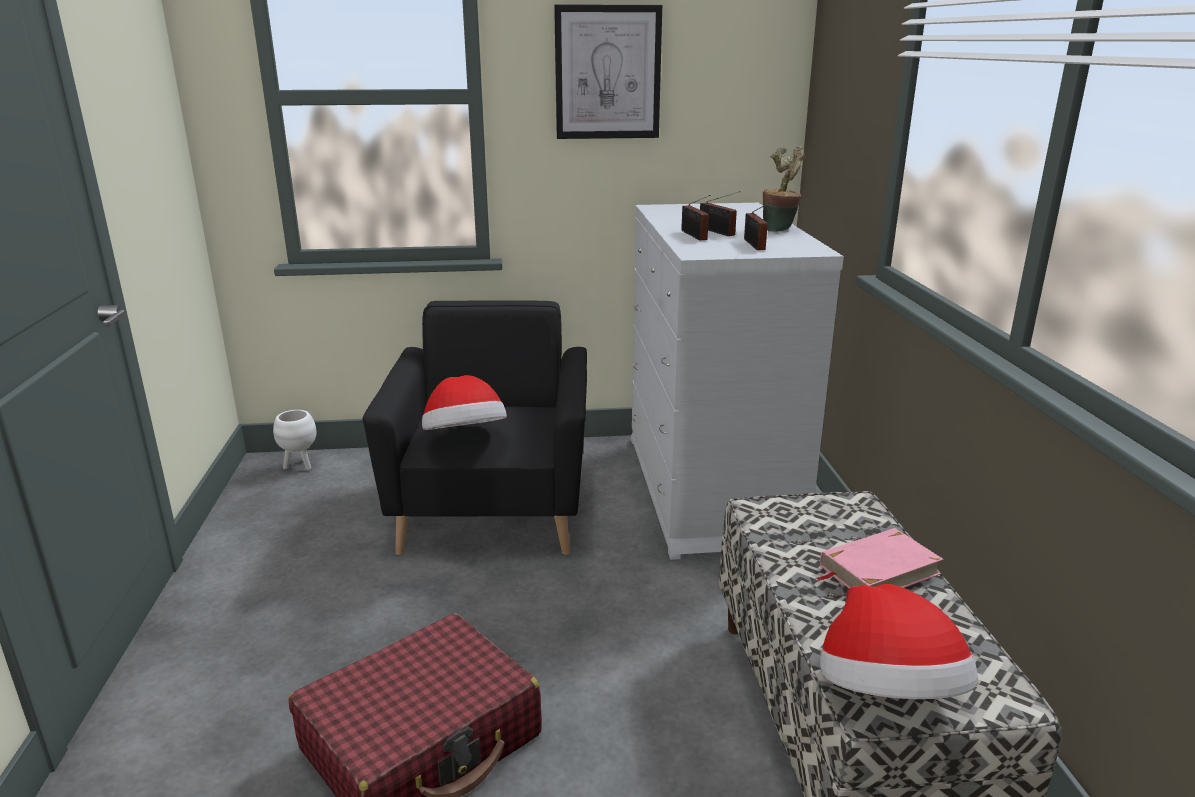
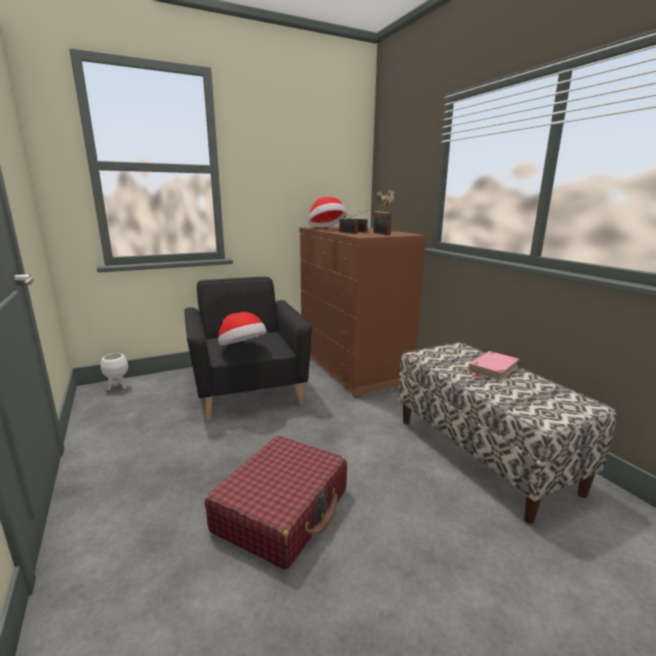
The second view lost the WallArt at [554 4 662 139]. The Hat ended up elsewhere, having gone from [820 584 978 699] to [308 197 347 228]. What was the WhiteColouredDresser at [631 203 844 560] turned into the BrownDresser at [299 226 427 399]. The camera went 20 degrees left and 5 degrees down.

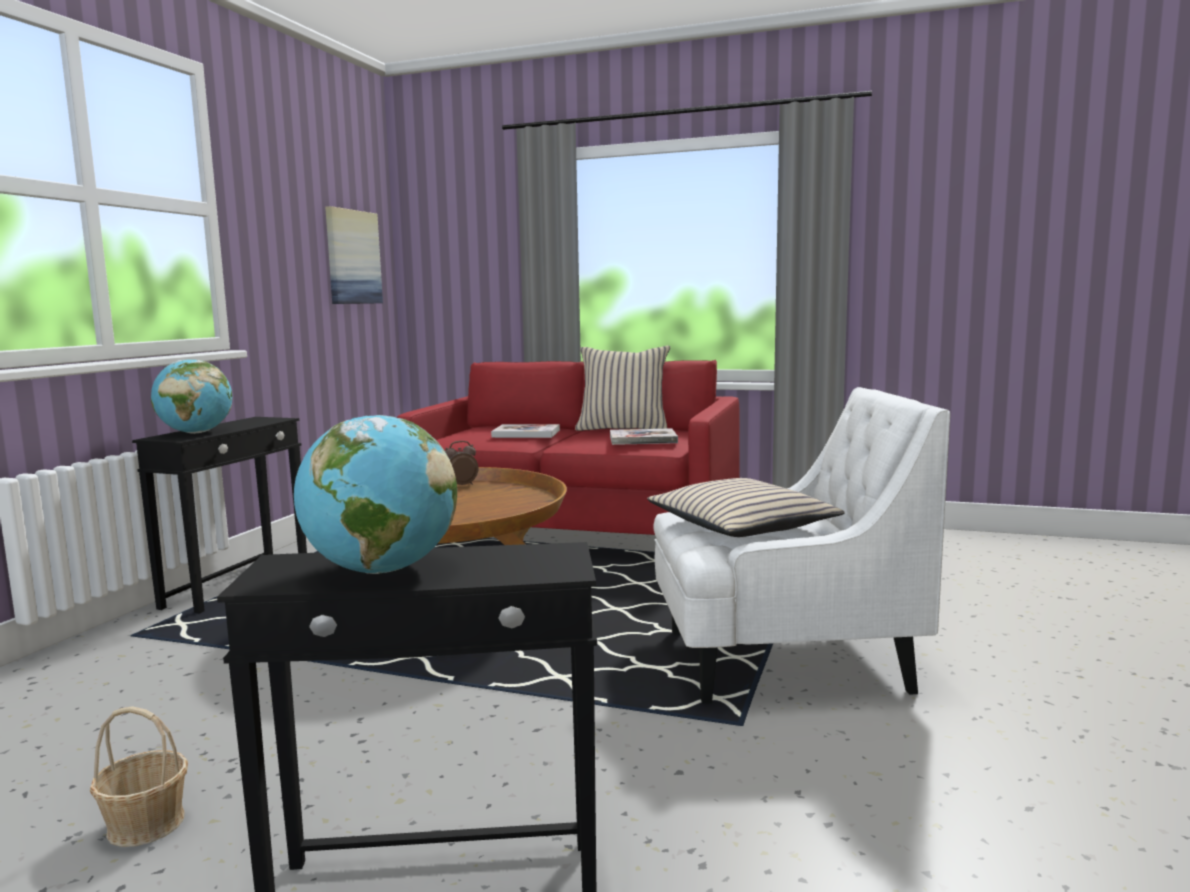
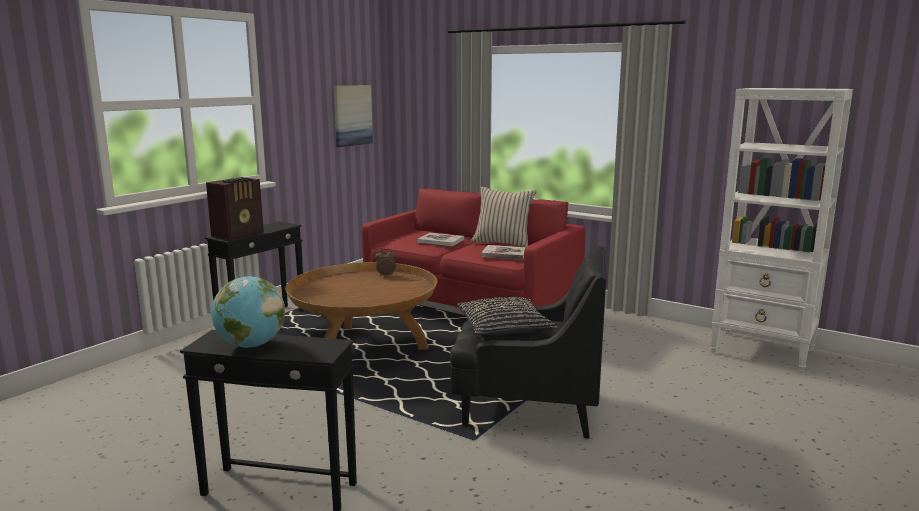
The second view lost the StorageBasket at [90 706 188 847]. The second view gained the WhiteColouredShelvingUnit at [711 88 853 373]. Where the WorldGlobe stood at [151 359 232 434], the Radio came to stand at [206 177 264 240]. What was the SandColouredPillow at [647 478 845 537] turned into the BlackPillow at [457 297 557 336]. What was the WhiteColouredLoungeChair at [653 387 950 704] turned into the BlackLoungeChair at [450 246 606 439]. The camera went 15 degrees right and 5 degrees up.

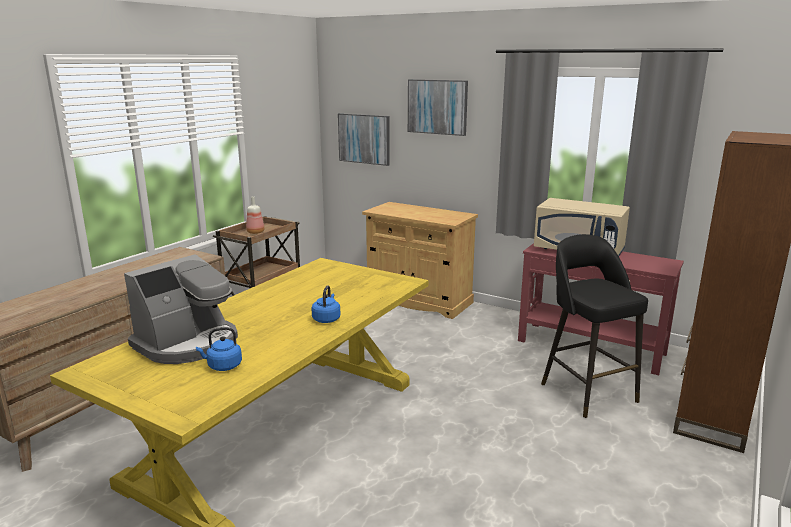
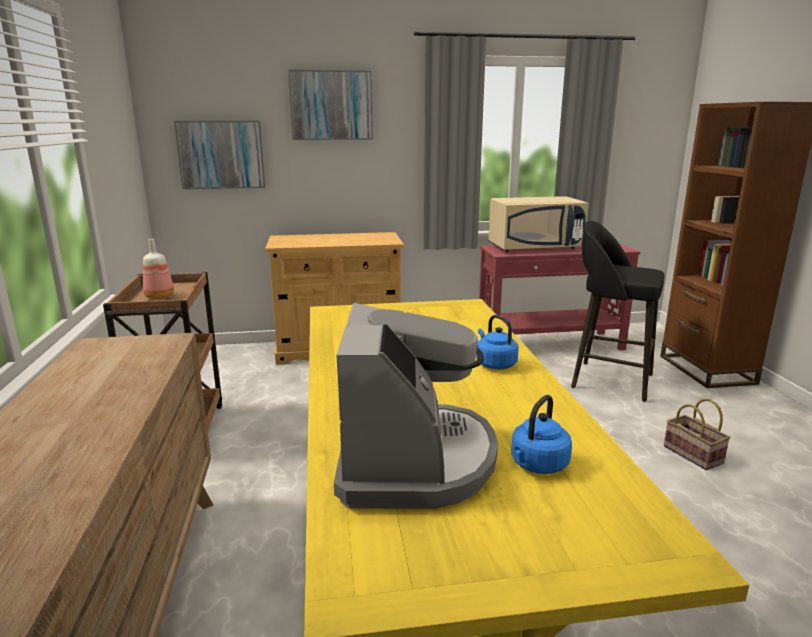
The second view gained the StorageBasket at [664 398 731 470]. The camera went 40 degrees left and 0 degrees up.

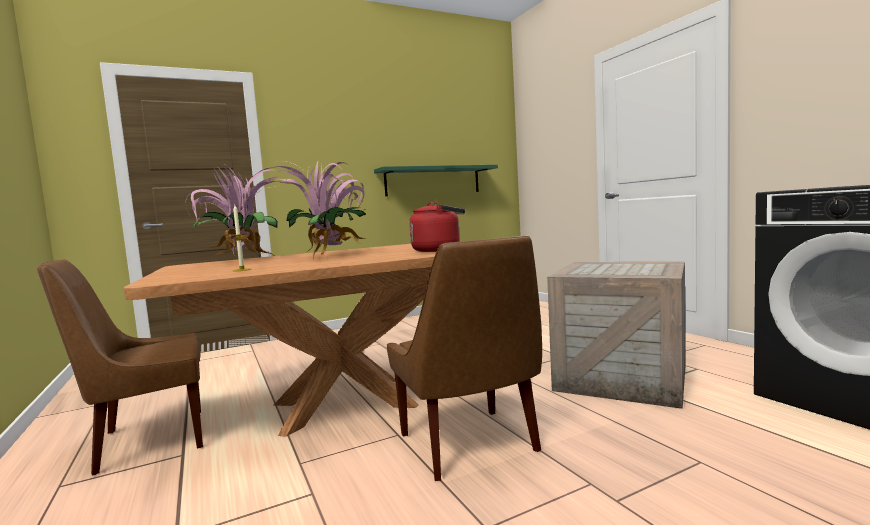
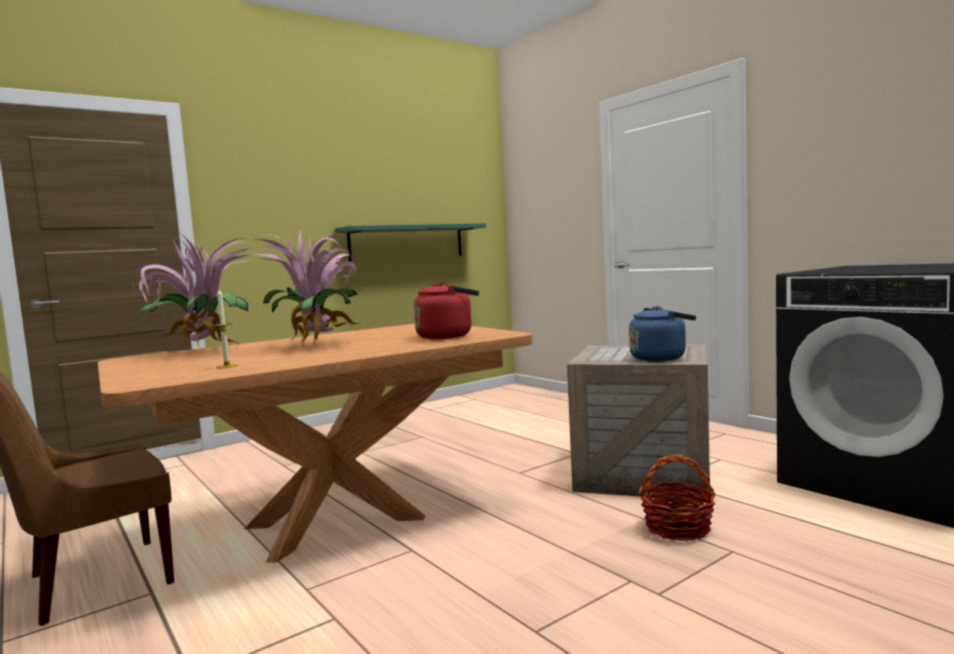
The second view lost the BrownChair at [387 235 542 481]. The second view gained the BluishKettle at [629 306 696 361]. The second view gained the StorageBasket at [638 454 716 541]. The camera went 10 degrees left and 0 degrees up.

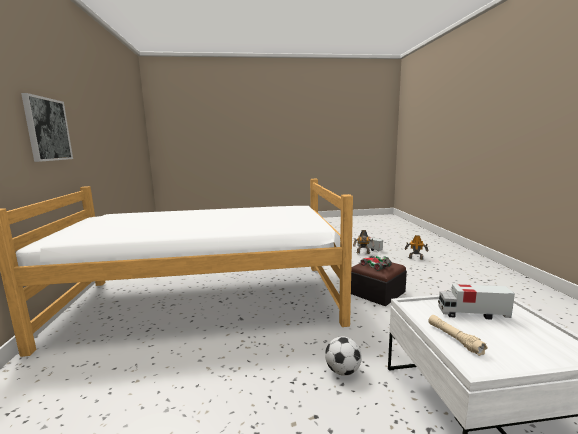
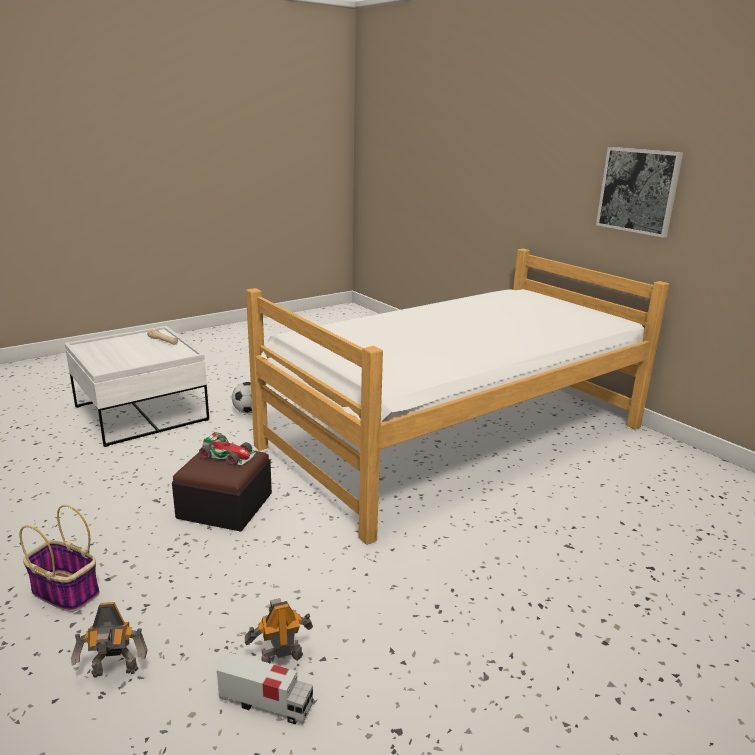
The second view lost the ToyTruck at [438 284 515 320]. The second view gained the StorageBasket at [19 505 100 612]. The camera went 150 degrees right and 10 degrees up.

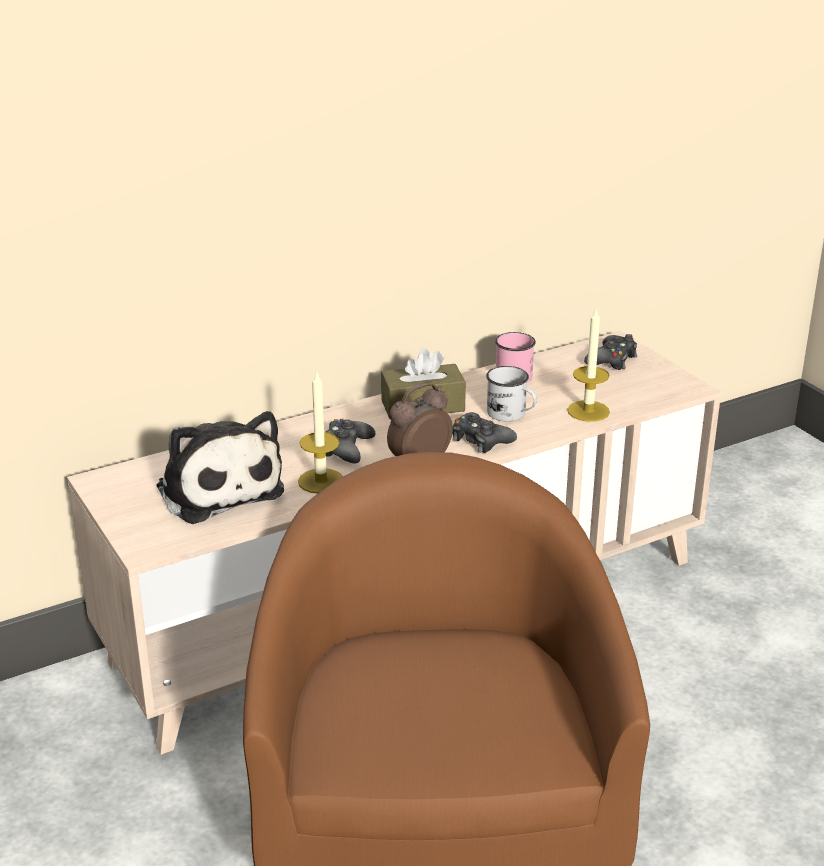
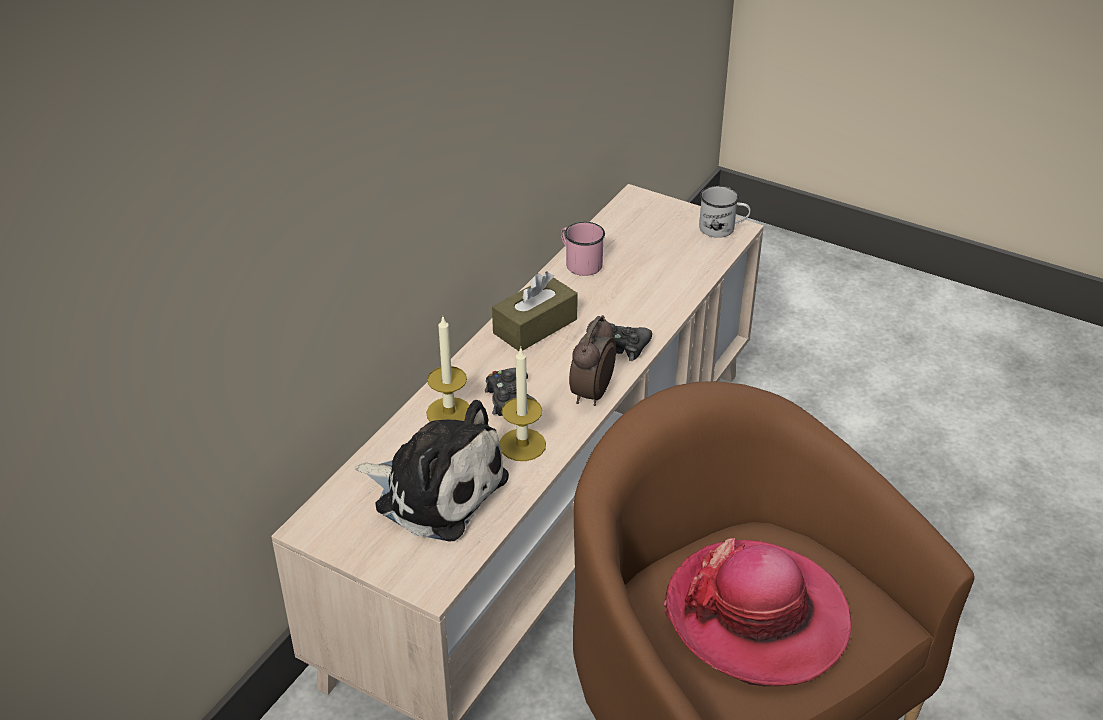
The second view lost the BlackJoypad at [584 334 637 370]. The second view gained the Hat at [664 538 851 686]. The WhiteColouredCoffeeMug ended up elsewhere, having gone from [486 366 537 422] to [699 186 751 238]. The WaxLight ended up elsewhere, having gone from [567 307 610 422] to [426 317 470 422]. The camera went 30 degrees left and 10 degrees up.

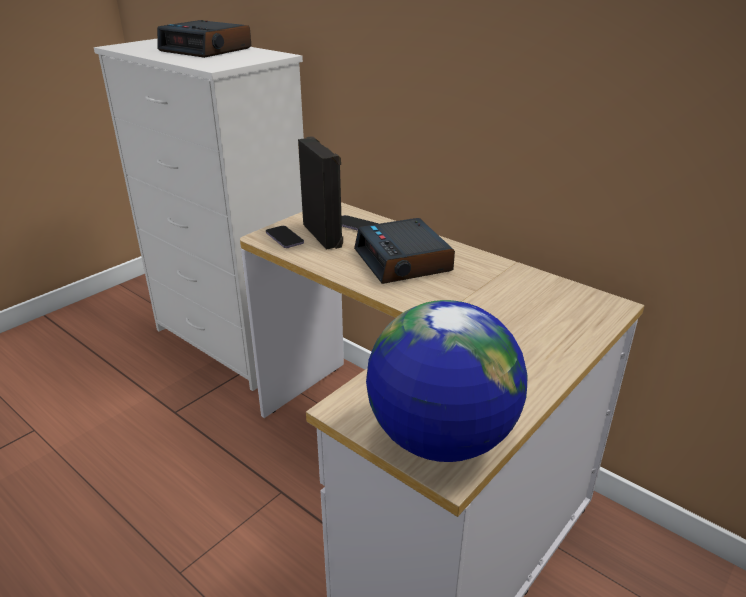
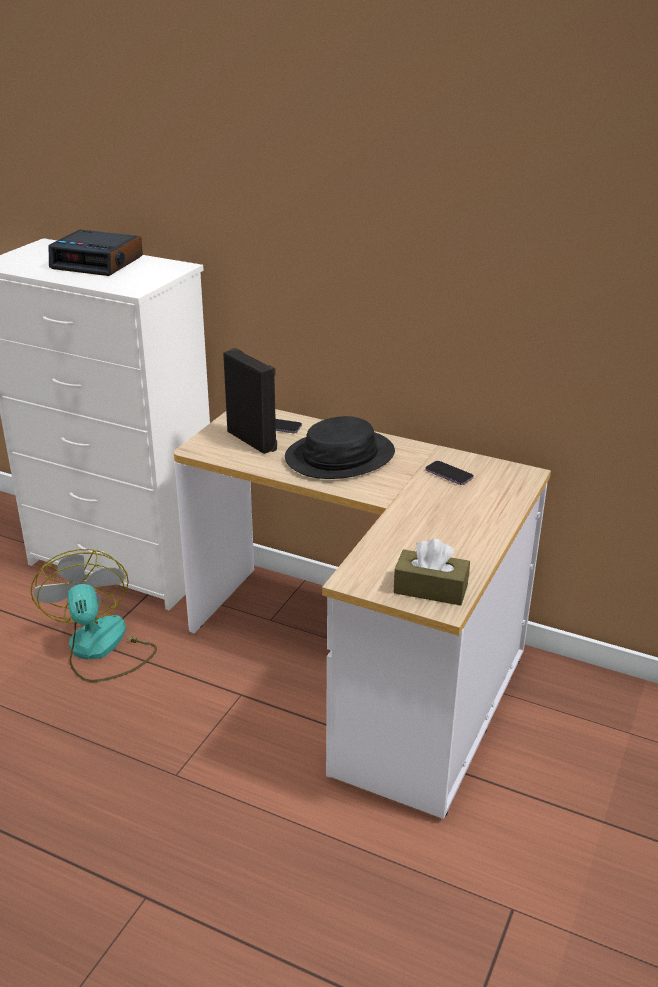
The second view gained the CoolingFan at [31 549 157 682]. The Handset ended up elsewhere, having gone from [266 226 304 248] to [425 461 474 485]. Where the TableClock stood at [354 218 455 284], the BlackHat came to stand at [285 416 395 479]. Where the WorldGlobe stood at [366 300 528 462], the BrownTissueBox came to stand at [393 539 470 606]. The camera went 15 degrees left and 0 degrees up.

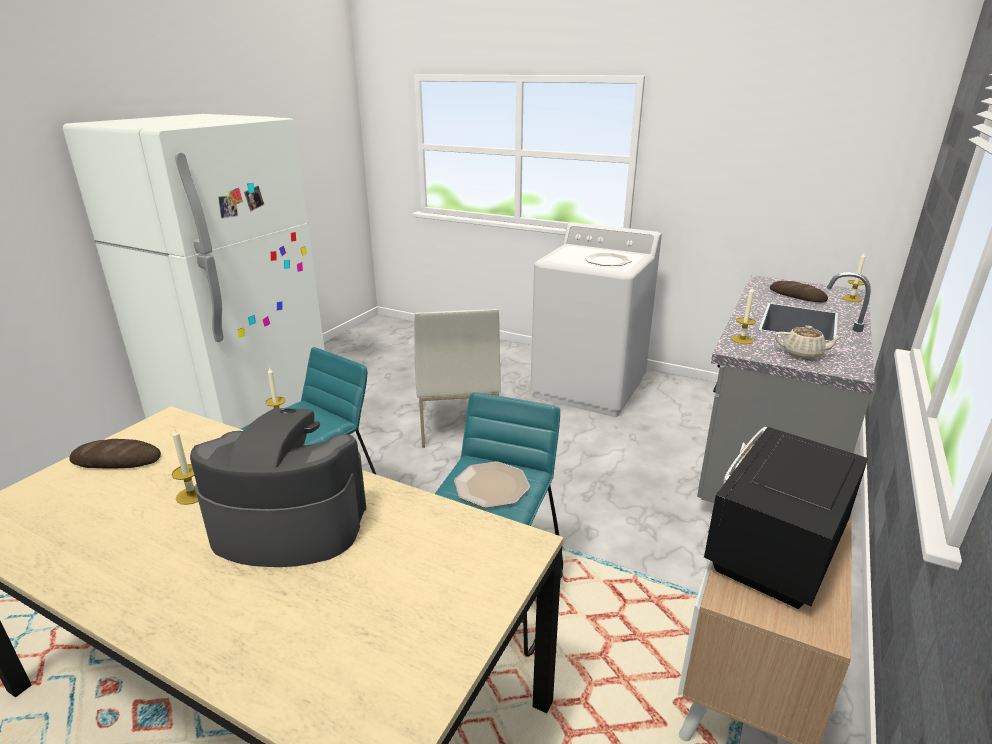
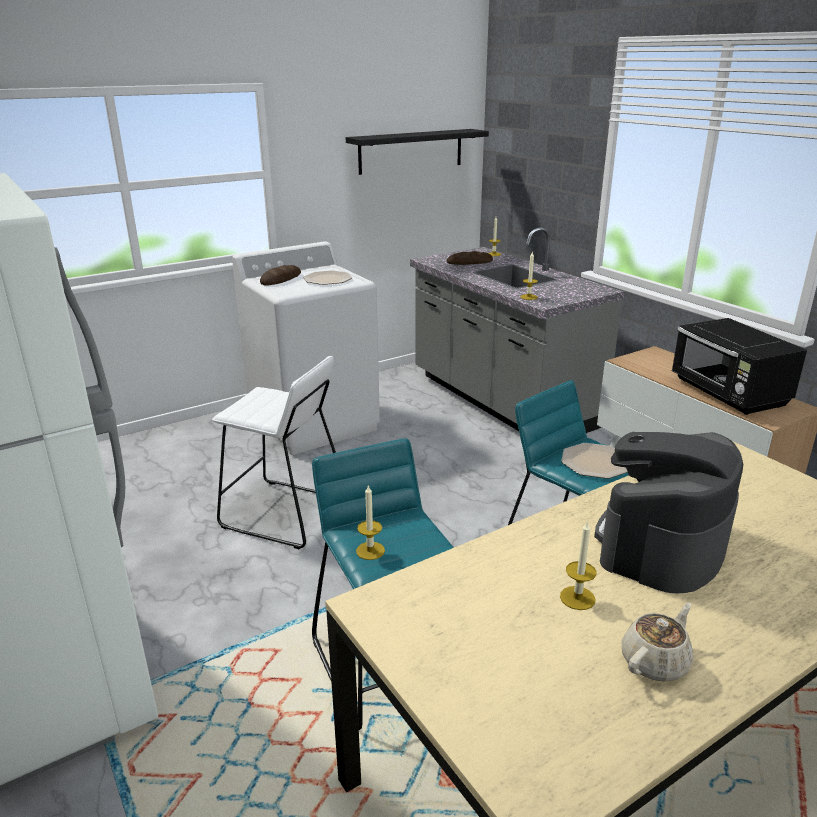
The second view gained the BlackWallShelf at [346 129 489 175]. The BakeryBread ended up elsewhere, having gone from [69 439 161 468] to [260 265 301 286]. The SandColouredPotForTea ended up elsewhere, having gone from [775 325 844 360] to [622 603 694 681]. Where the WhiteColouredChair stood at [414 309 501 448], the WhiteColouredSittingStool came to stand at [212 356 336 549]. The camera went 60 degrees left and 0 degrees up.

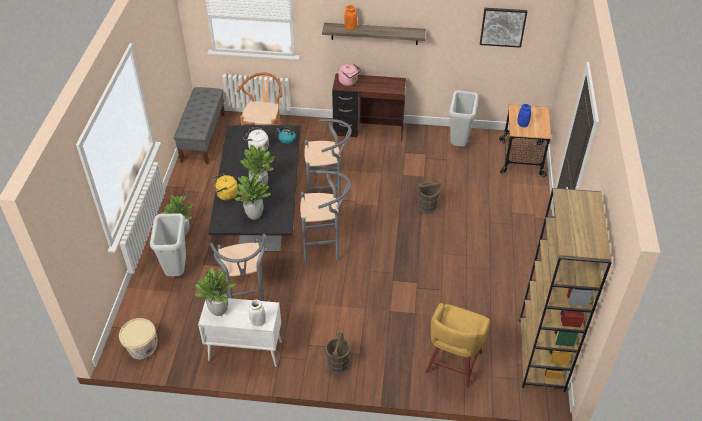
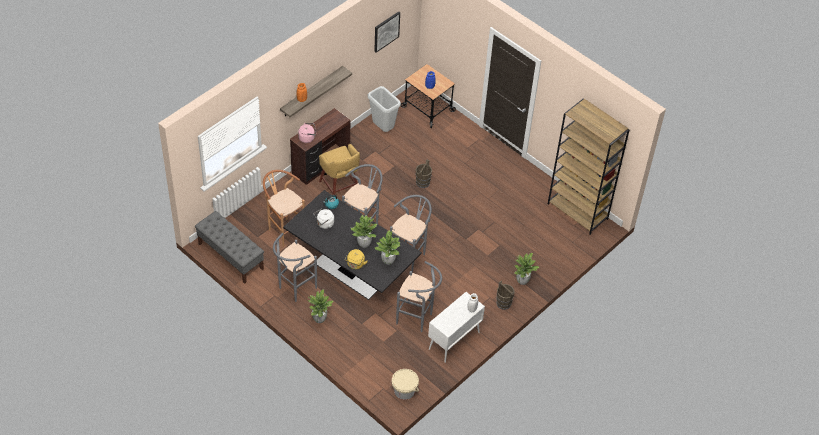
The second view lost the GreyTrashCan at [150 213 186 276]. The second view gained the GreySittingStool at [273 233 317 302]. The PottedPlant ended up elsewhere, having gone from [194 268 235 316] to [514 253 539 285]. The YellowSittingStool ended up elsewhere, having gone from [426 303 490 388] to [319 144 360 195]. The camera went 55 degrees left and 5 degrees up.

